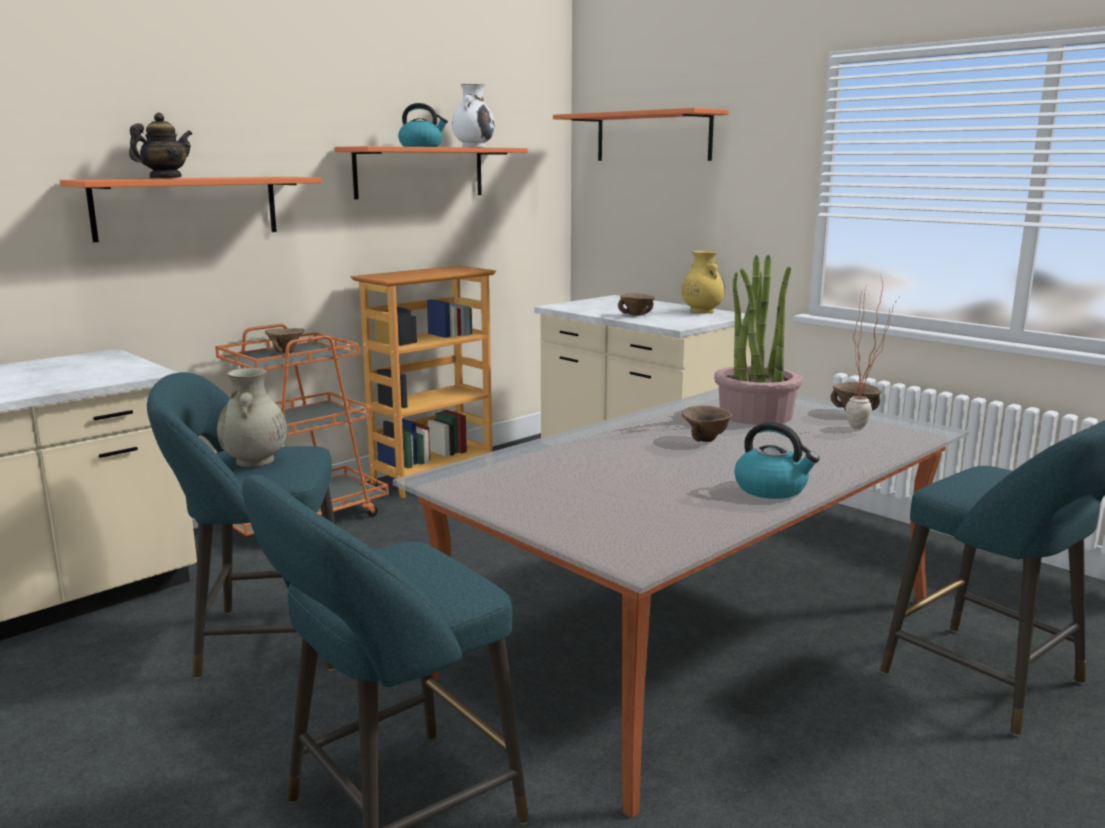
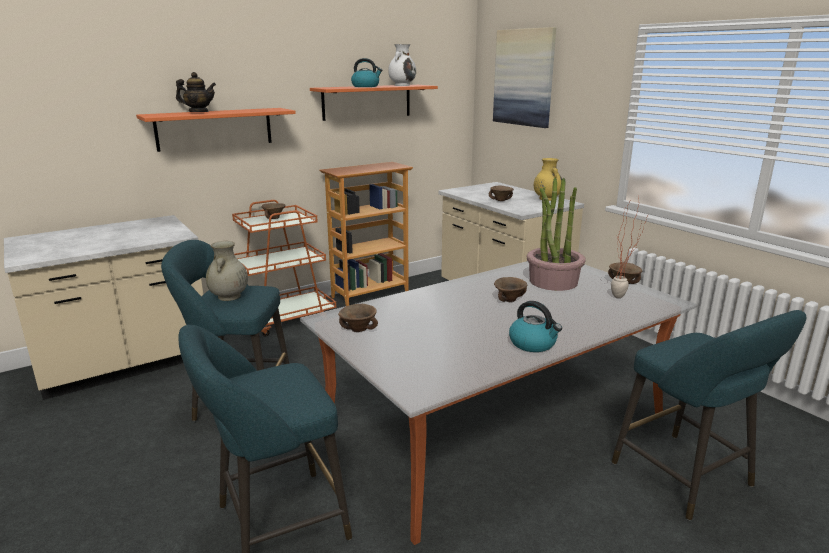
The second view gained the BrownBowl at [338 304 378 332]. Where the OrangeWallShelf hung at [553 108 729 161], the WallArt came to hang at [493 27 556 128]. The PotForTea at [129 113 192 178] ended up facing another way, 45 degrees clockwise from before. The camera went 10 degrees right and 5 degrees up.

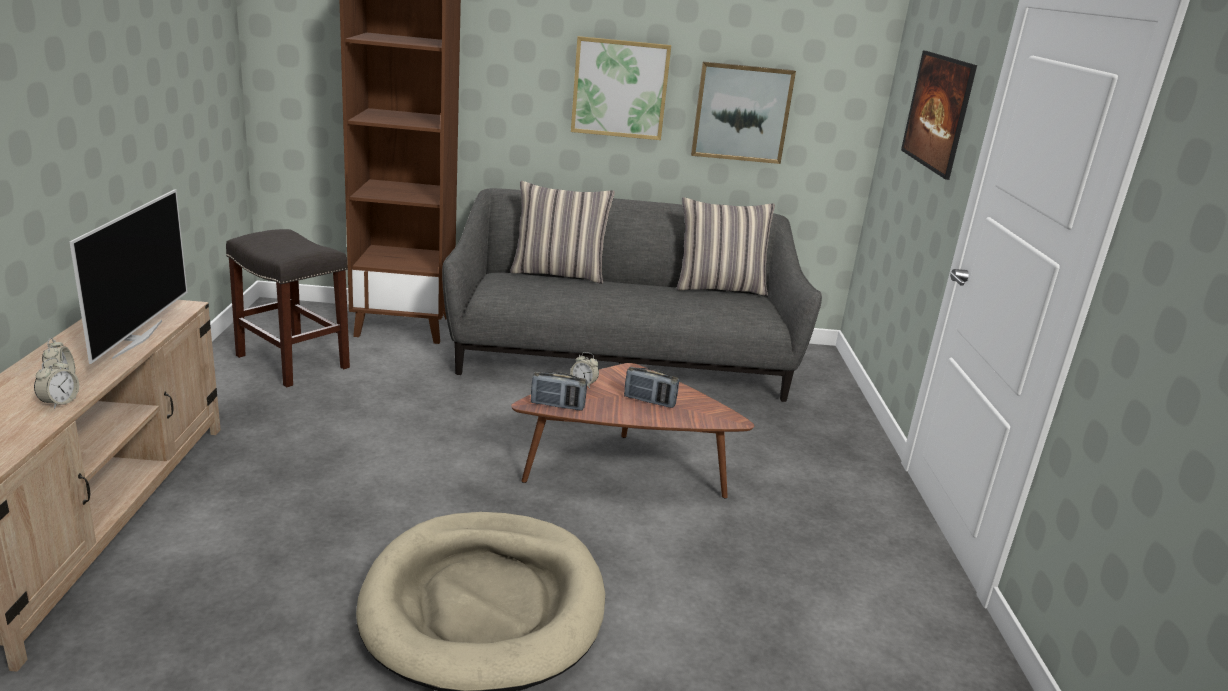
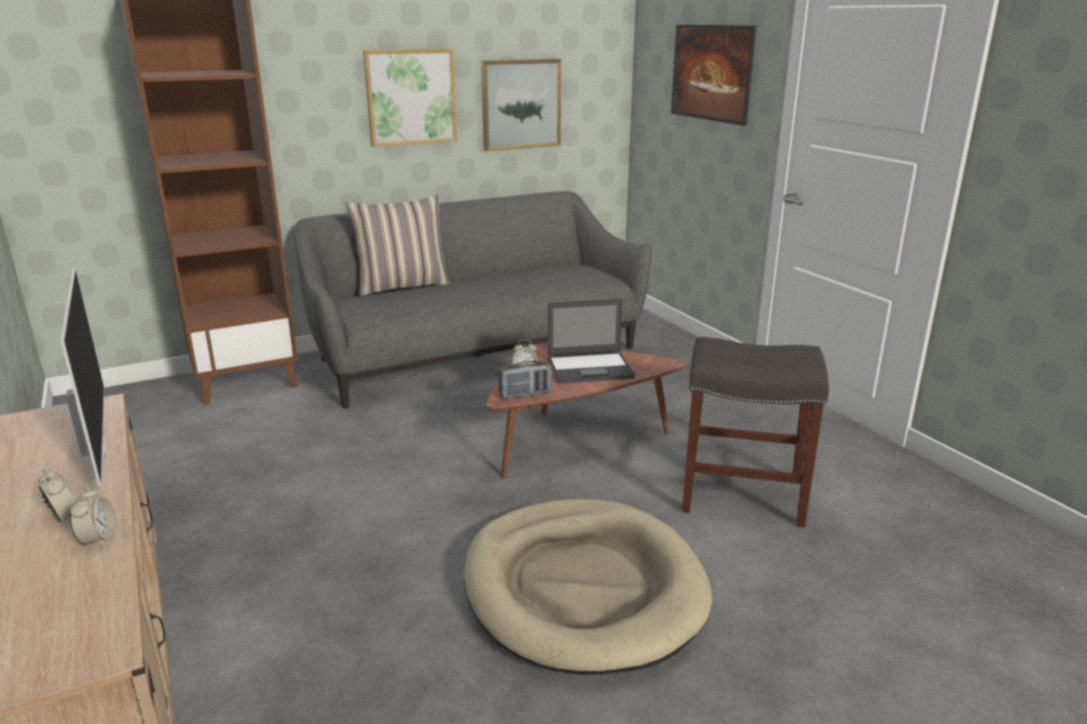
The second view lost the Pillow at [677 197 775 296]. The GreySittingStool ended up elsewhere, having gone from [226 229 350 387] to [682 337 829 527]. Where the Radio stood at [624 367 679 408], the Laptop came to stand at [547 299 635 384]. The camera went 25 degrees left and 0 degrees up.

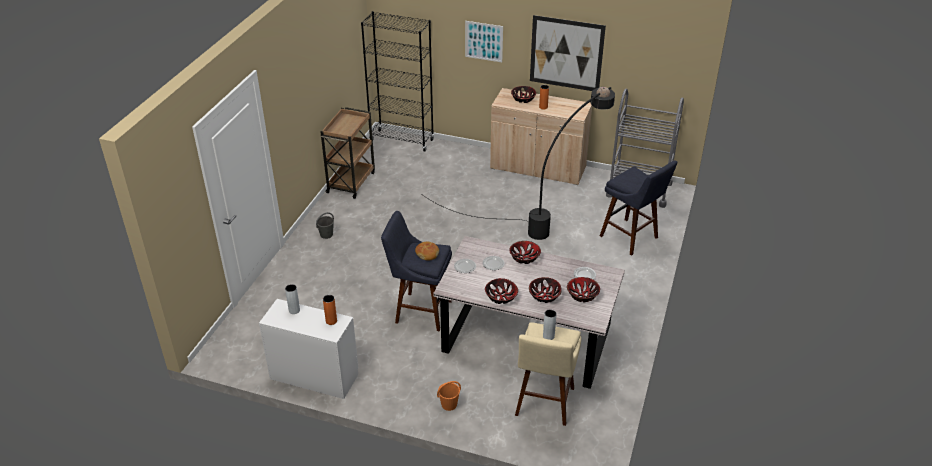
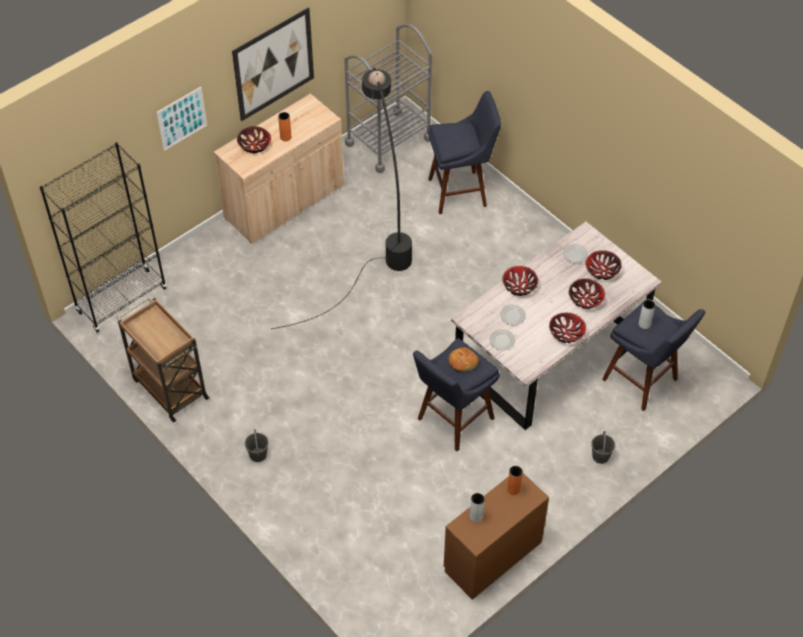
What was the WhiteColouredDresser at [259 299 358 399] turned into the BrownDresser at [444 473 549 600]. What was the OrangePail at [437 381 461 411] turned into the GreyPail at [591 431 615 464]. What was the SandColouredSittingStool at [515 322 581 426] turned into the BluishSittingStool at [602 299 705 411]. The camera went 60 degrees left and 15 degrees up.

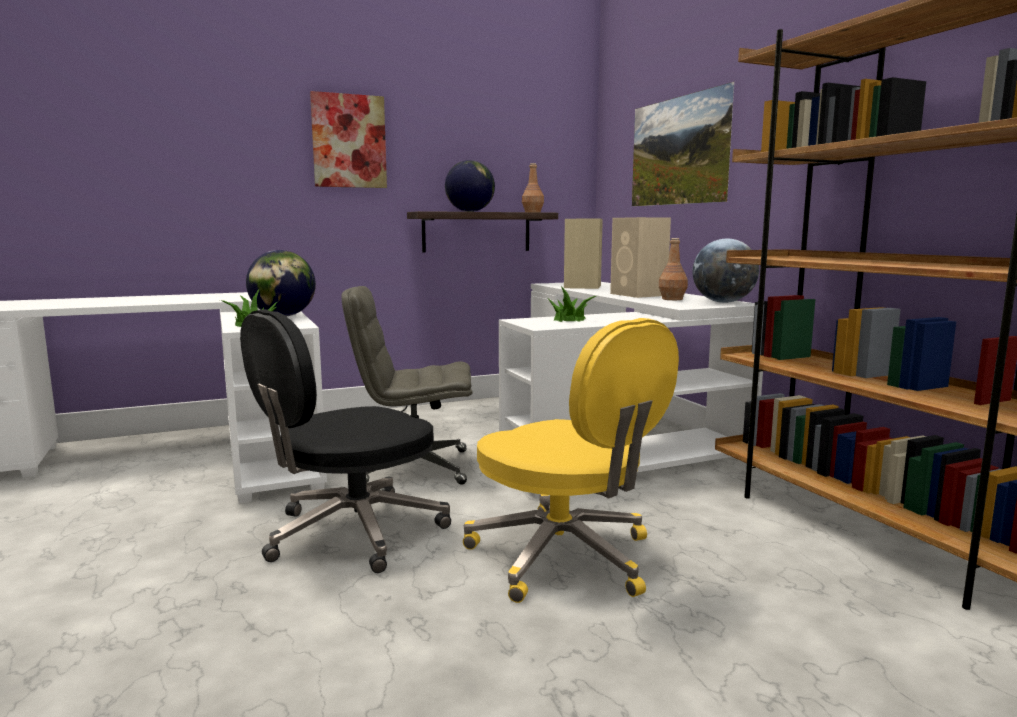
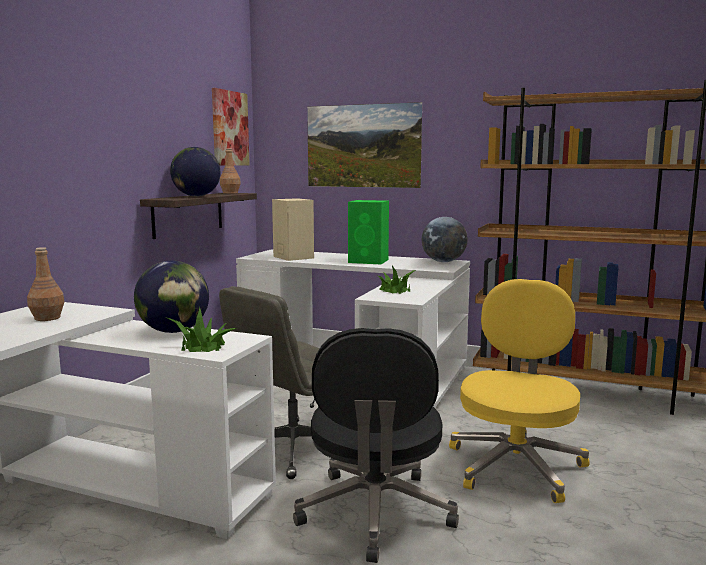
The WallArt ended up elsewhere, having gone from [310 91 387 188] to [212 88 250 166]. The BrownDrinkBottle ended up elsewhere, having gone from [658 238 688 300] to [27 247 64 321]. What was the SandColouredSpeaker at [610 217 671 298] turned into the GreenSpeaker at [348 200 389 264]. The YellowDeskChair at [463 318 679 603] ended up facing another way, 75 degrees counterclockwise from before. The camera went 45 degrees left and 0 degrees up.

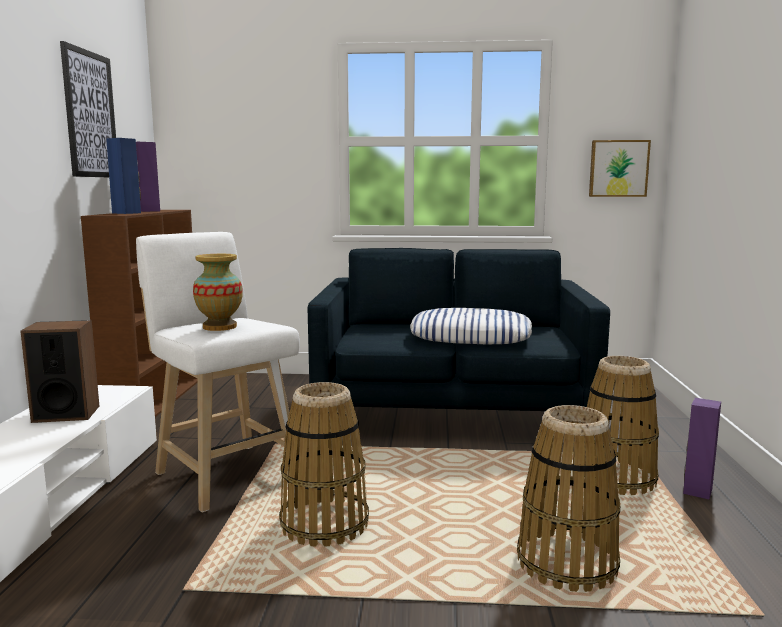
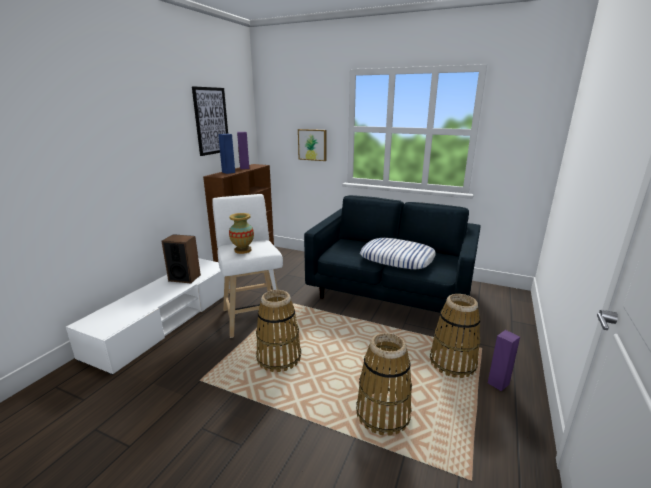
The WallArt ended up elsewhere, having gone from [589 140 651 197] to [298 129 326 161]. The camera went 20 degrees right and 10 degrees up.

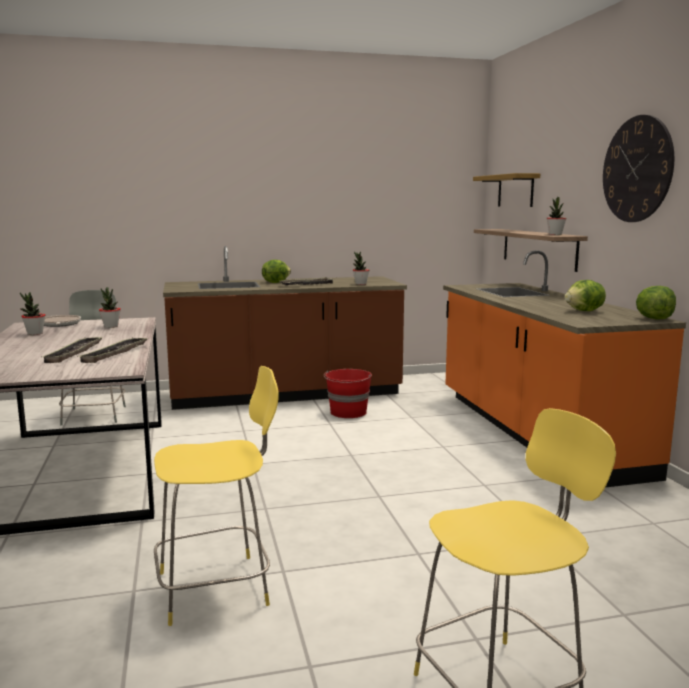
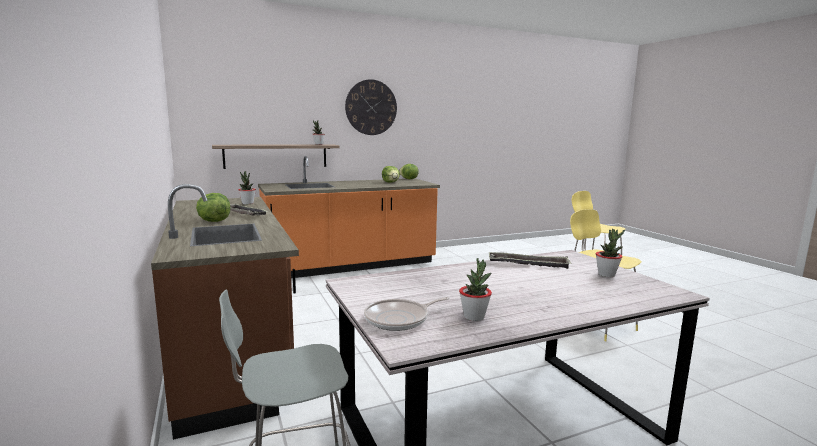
The second view lost the Tray at [42 337 103 363]. The second view lost the ReddishPail at [324 369 372 418]. The second view lost the WallShelf at [473 173 540 207]. The PottedPlant ended up elsewhere, having gone from [99 287 121 328] to [596 229 625 277]. The camera went 100 degrees left and 0 degrees up.

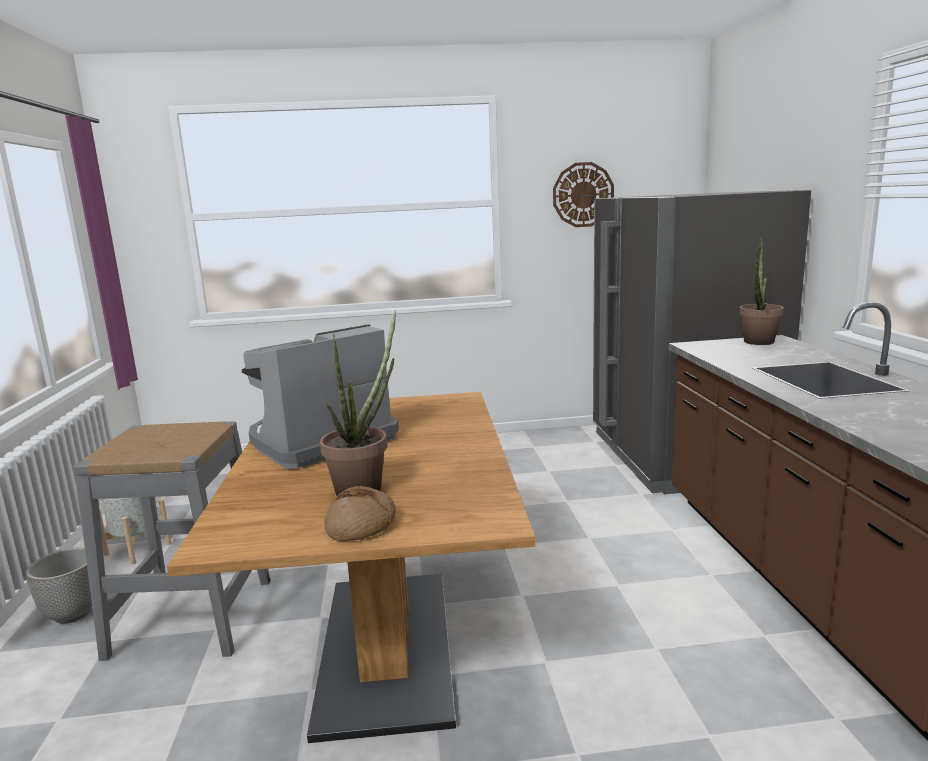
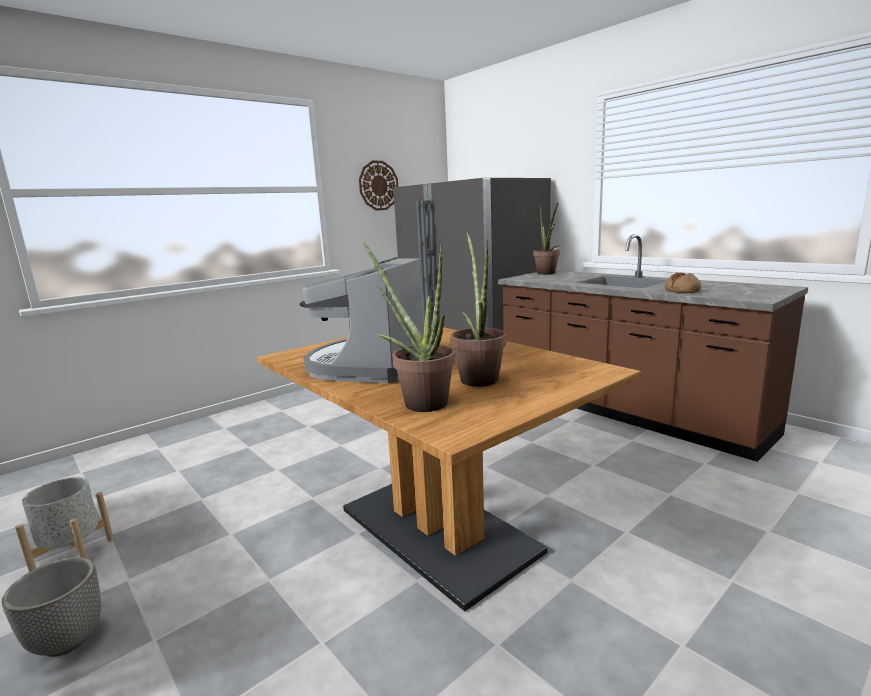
The second view lost the GreySittingStool at [73 421 271 661]. The second view gained the PottedPlant at [363 242 455 412]. The BakeryBread ended up elsewhere, having gone from [324 486 396 541] to [665 273 701 293]. The camera went 35 degrees left and 0 degrees up.

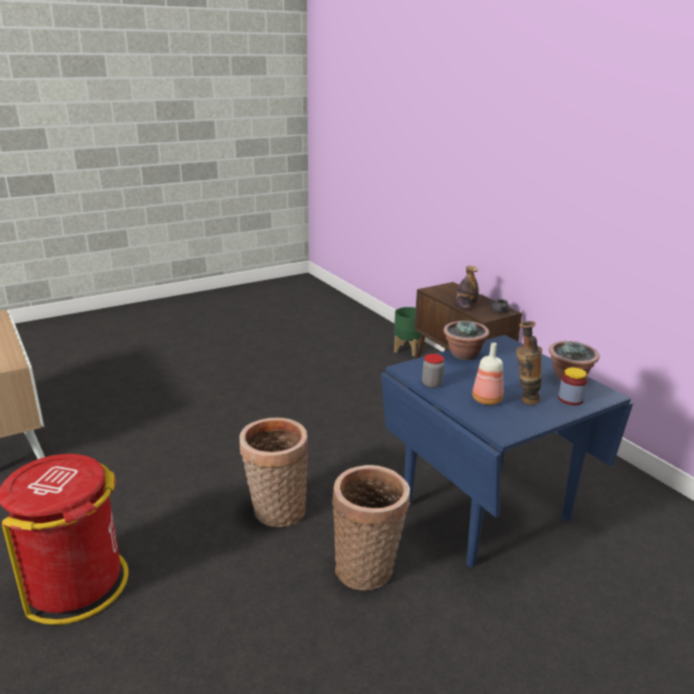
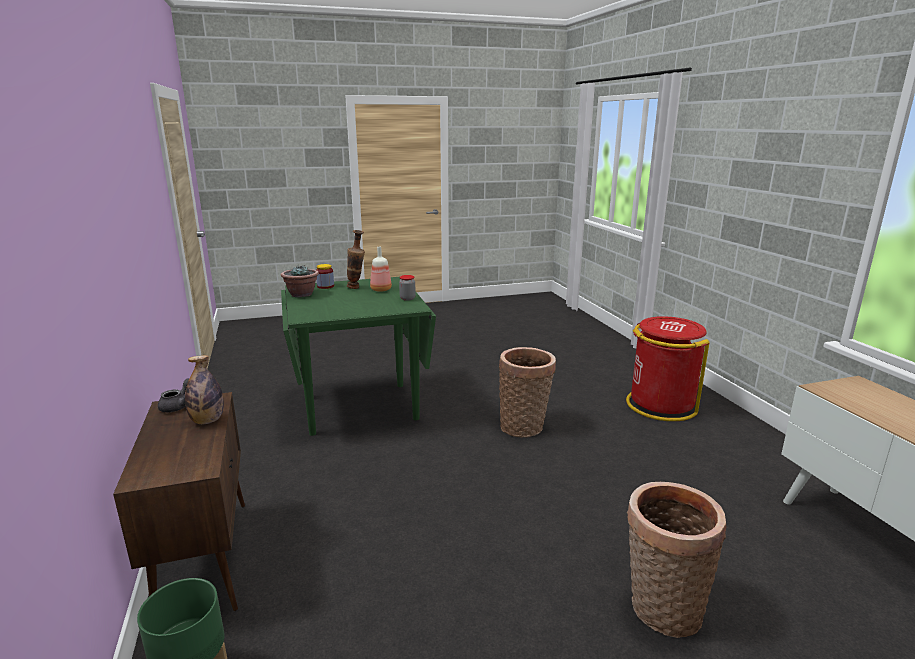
The second view lost the PottedPlant at [443 320 489 360]. The StorageBasket ended up elsewhere, having gone from [332 465 410 591] to [627 482 726 638]. What was the BluishKitchenTable at [381 335 633 567] turned into the GreenKitchenTable at [281 277 436 436]. The camera went 165 degrees left and 5 degrees down.

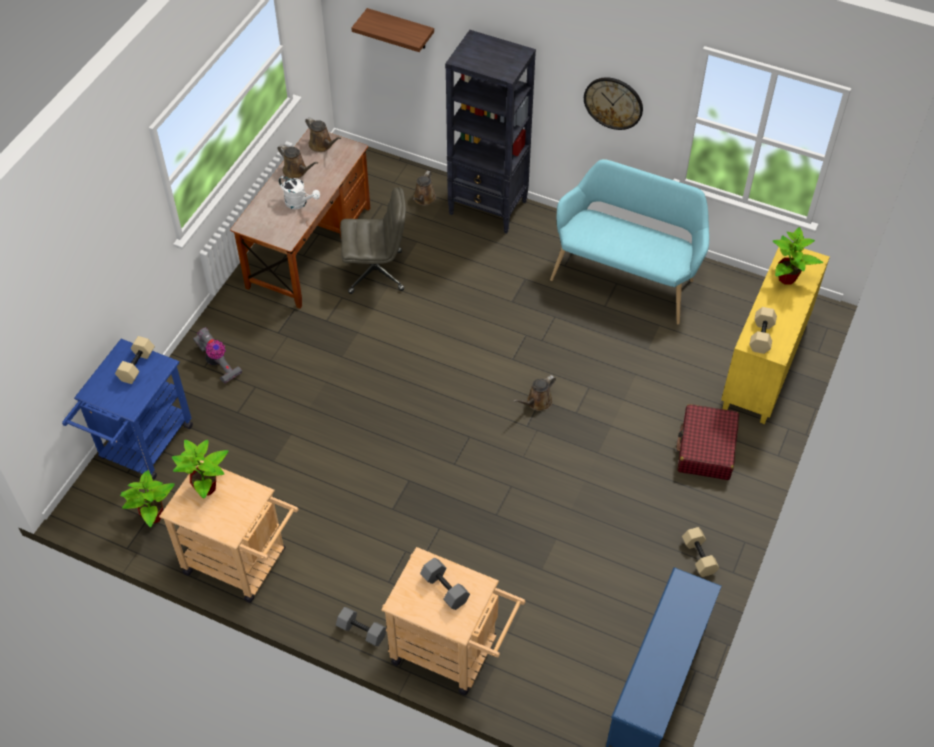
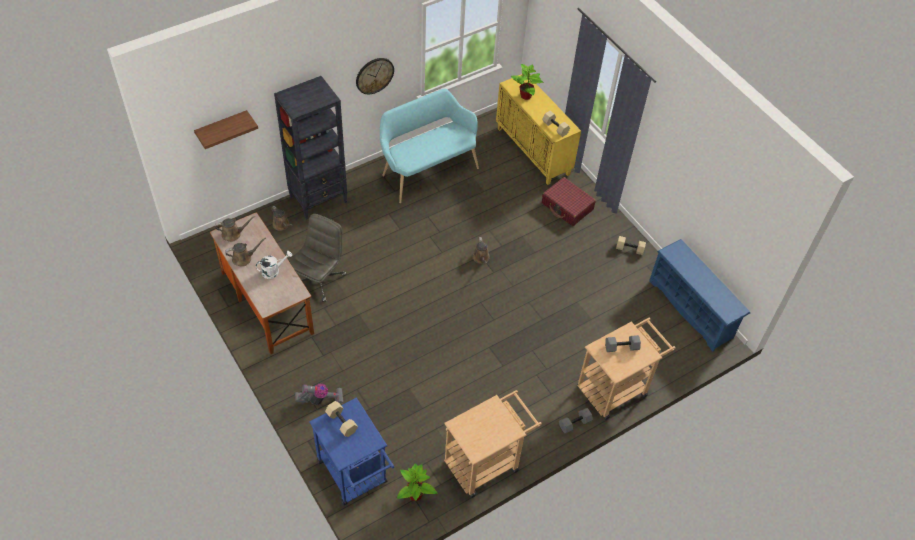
The second view lost the PottedPlant at [172 440 228 499]. The camera went 60 degrees left and 0 degrees up.

